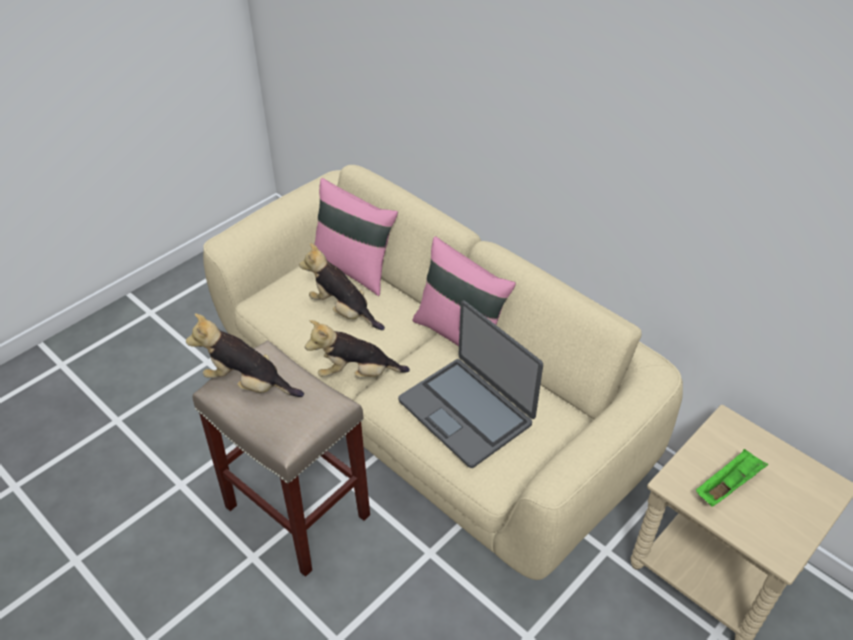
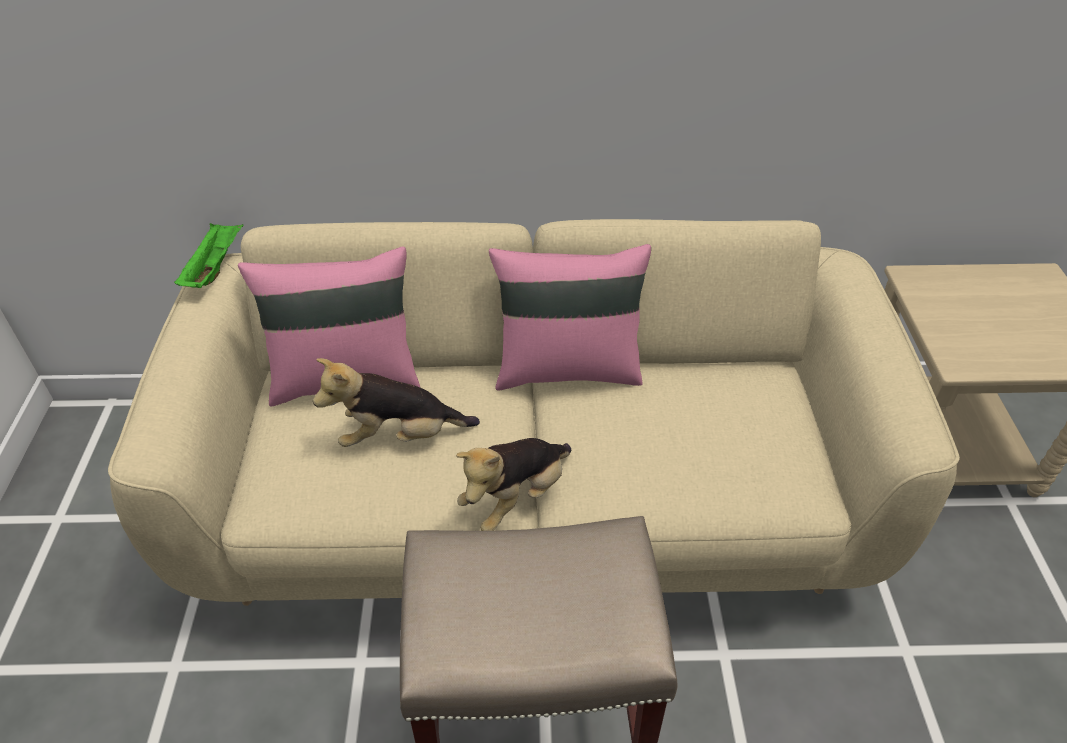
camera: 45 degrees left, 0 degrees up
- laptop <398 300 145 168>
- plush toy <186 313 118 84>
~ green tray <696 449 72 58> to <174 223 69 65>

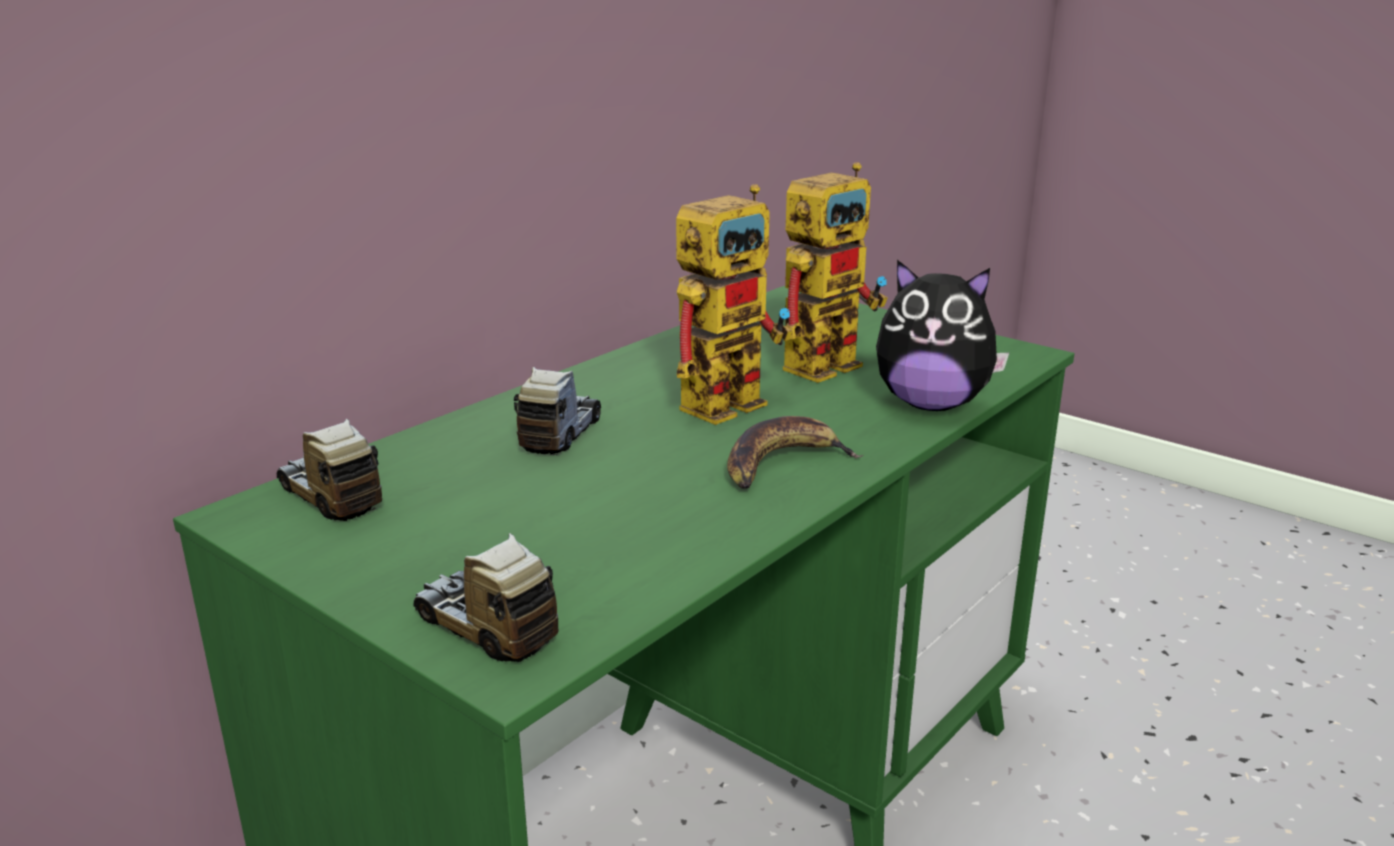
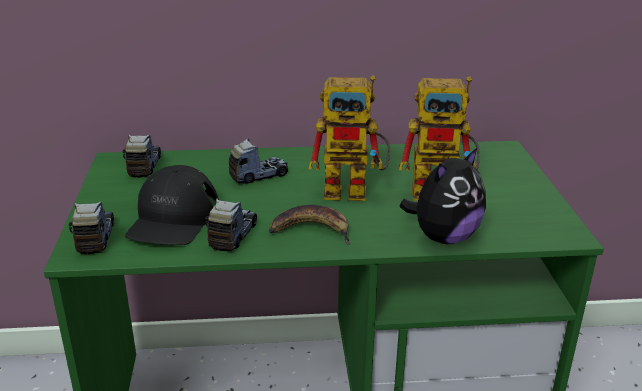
camera: 45 degrees right, 5 degrees up
~ plush toy <876 260 134 151> = <400 147 86 97> 105 degrees counterclockwise
+ black cap <125 165 94 80>
+ toy truck <206 198 51 54>

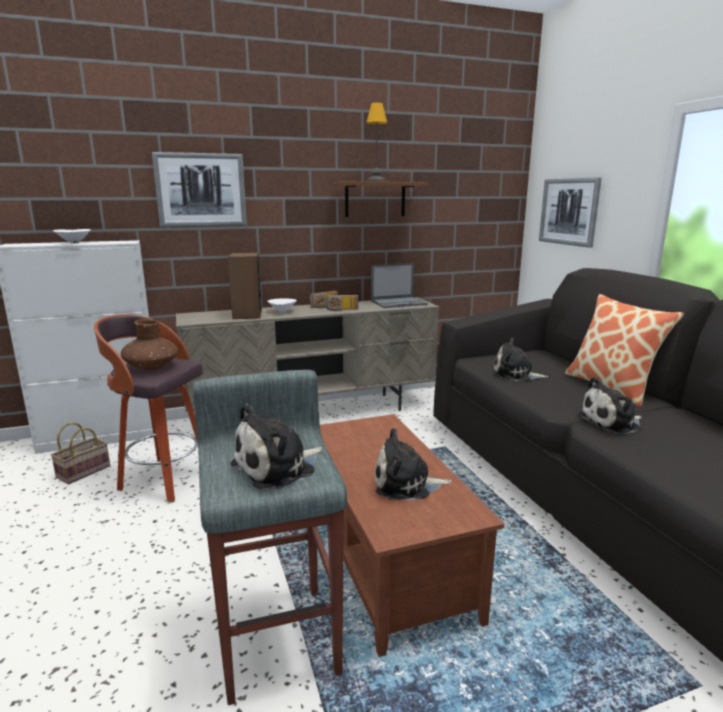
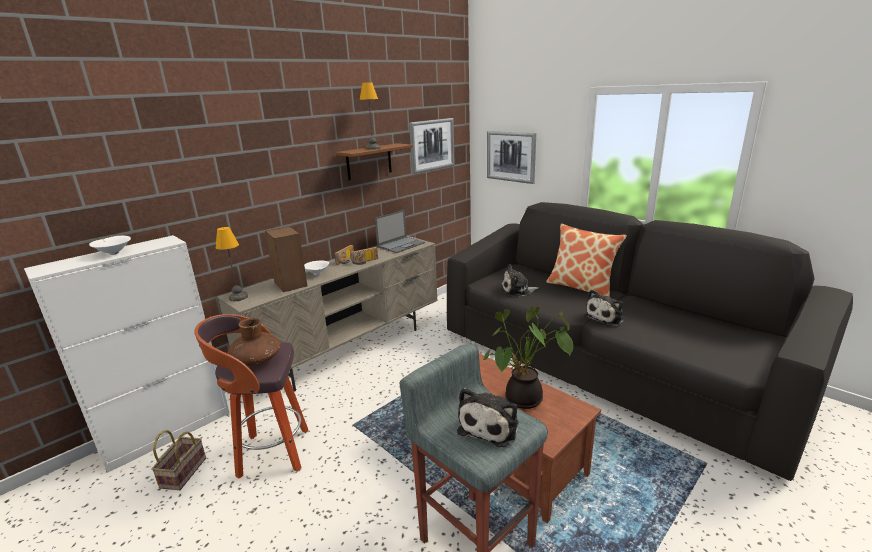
camera: 25 degrees left, 5 degrees up
~ picture <152 152 95 75> to <409 118 46 56>
~ plush toy <375 428 77 72> to potted plant <483 307 90 102>
+ table lamp <216 227 32 74>

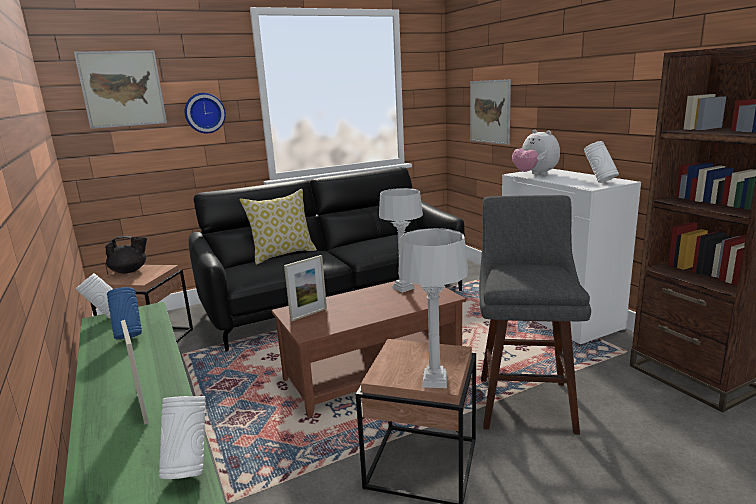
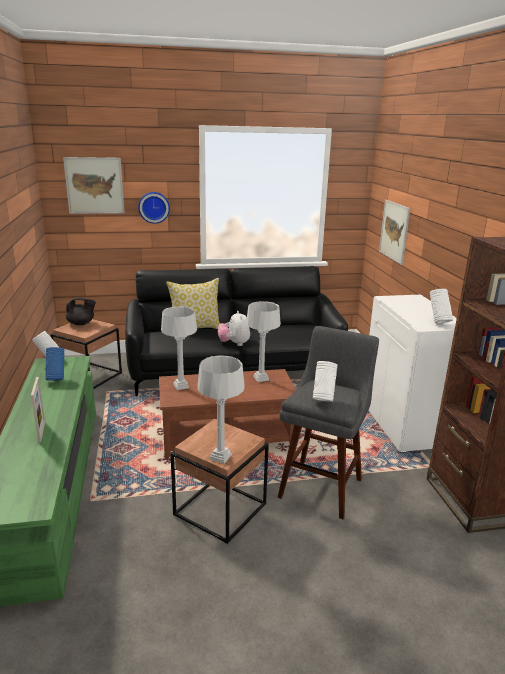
camera: 15 degrees right, 5 degrees up
~ plush toy <512 130 48 45> to <218 311 32 35>
~ picture frame <284 255 43 66> to grey table lamp <161 306 36 84>
~ white vase <159 396 47 83> to <313 361 24 41>

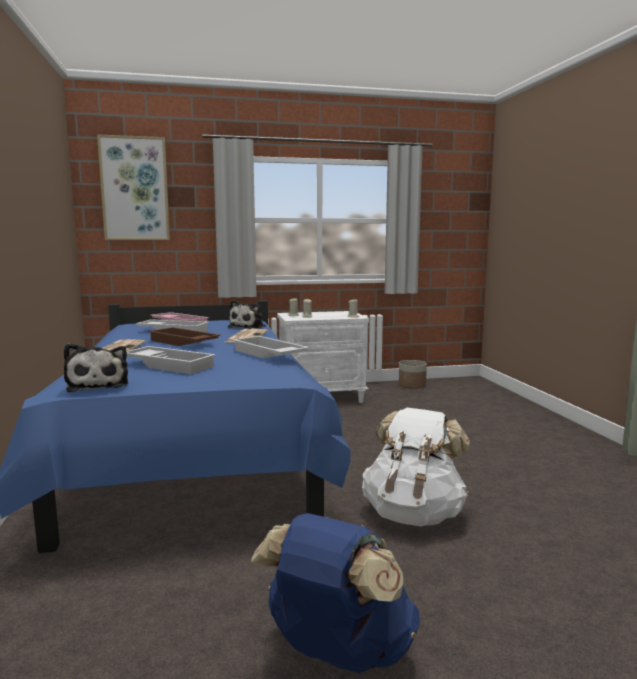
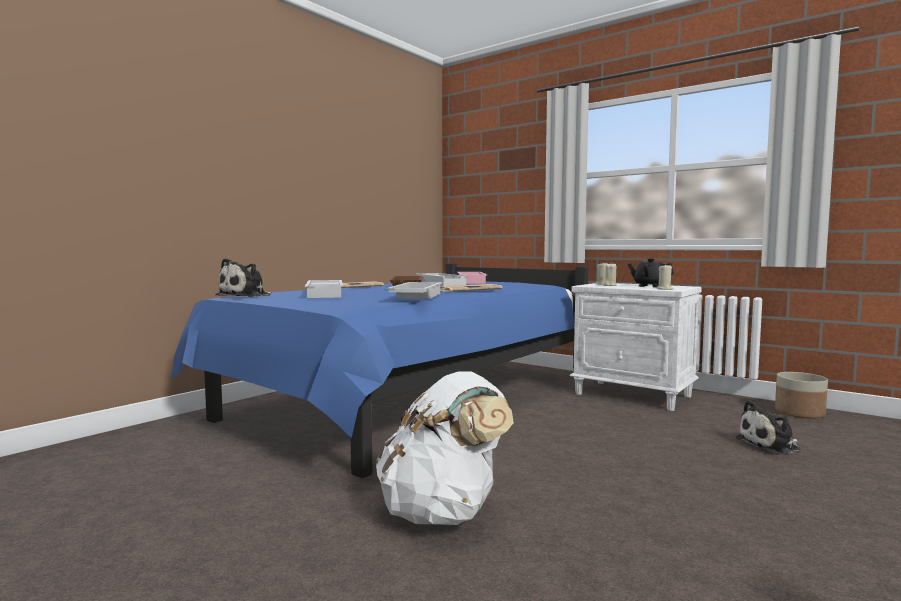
camera: 50 degrees right, 5 degrees down
- picture <97 134 73 106>
~ plush toy <228 300 38 29> to <736 400 64 54>
- blue backpack <251 513 169 160>
+ black teapot <627 258 47 29>

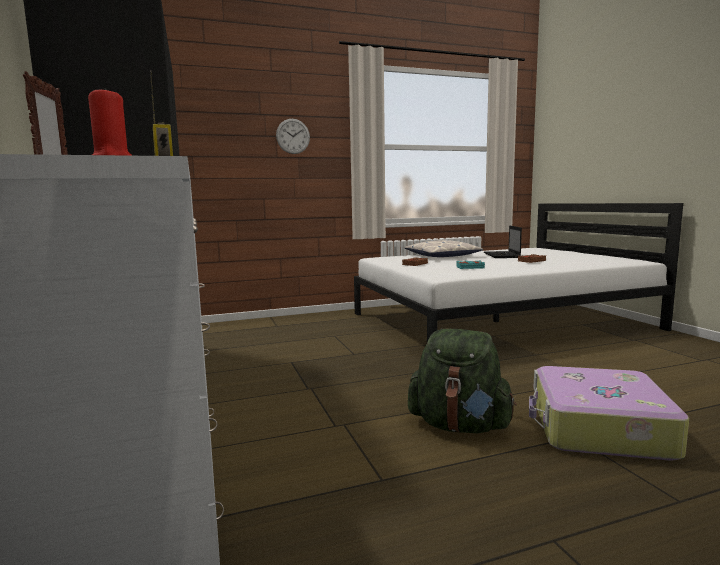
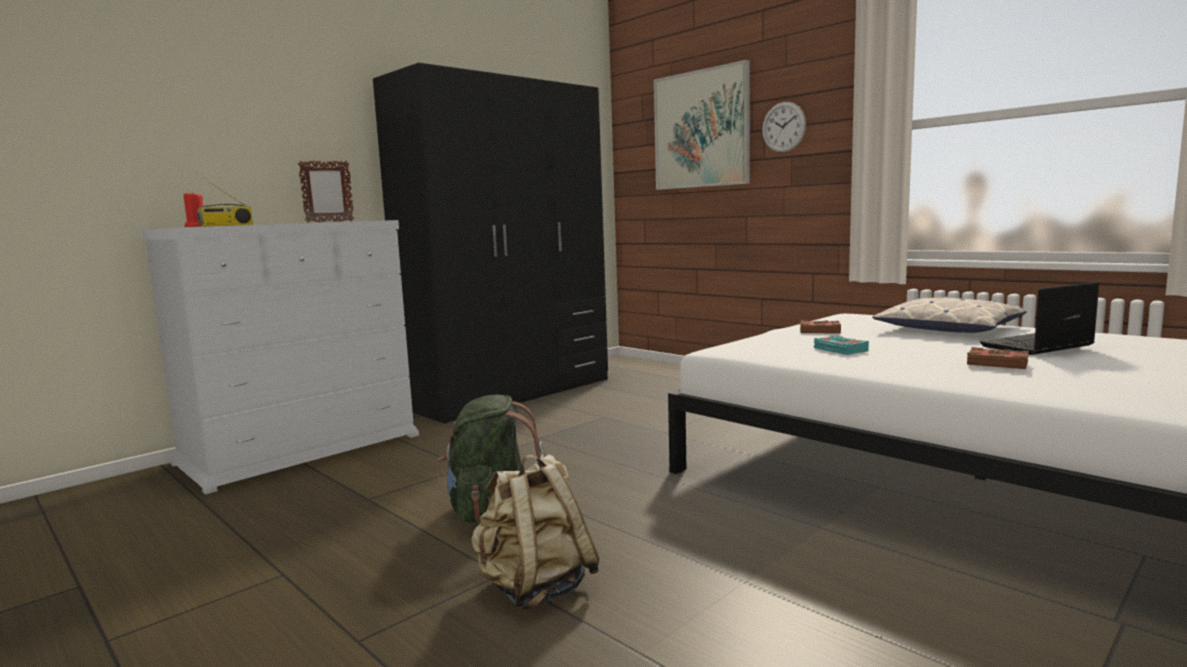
camera: 65 degrees right, 0 degrees up
~ suitcase <529 366 160 94> to beige backpack <471 454 128 157>
+ picture <654 60 96 130>

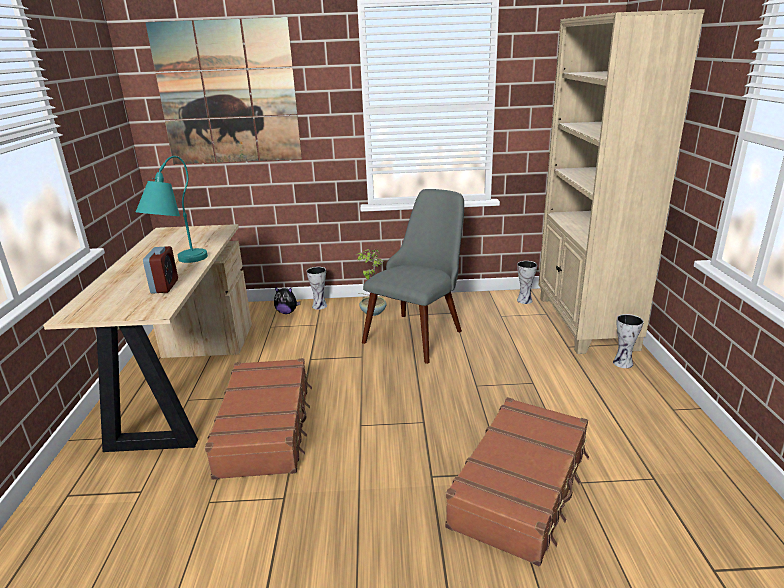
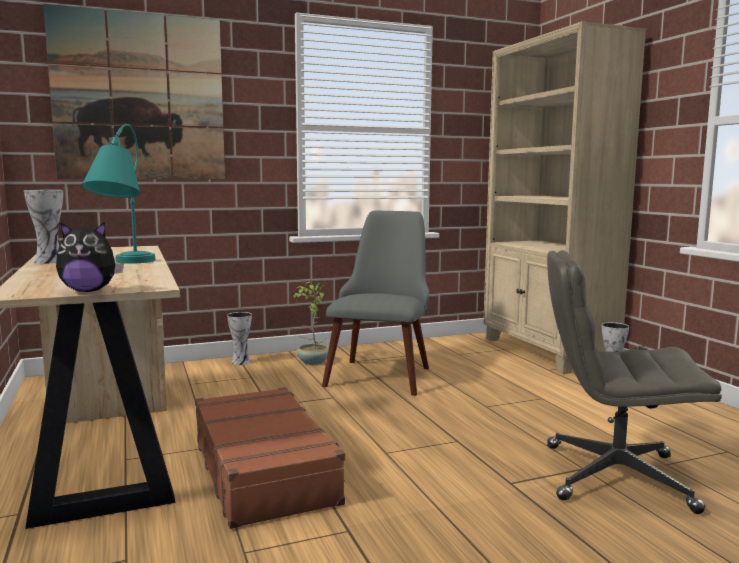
camera: 20 degrees left, 15 degrees down
- alarm clock <143 246 35 48>
~ vase <517 261 20 43> to <24 190 39 74>
~ plush toy <274 287 26 27> to <56 222 68 70>
~ brown suitcase <445 397 144 169> to grey office chair <547 250 175 264>

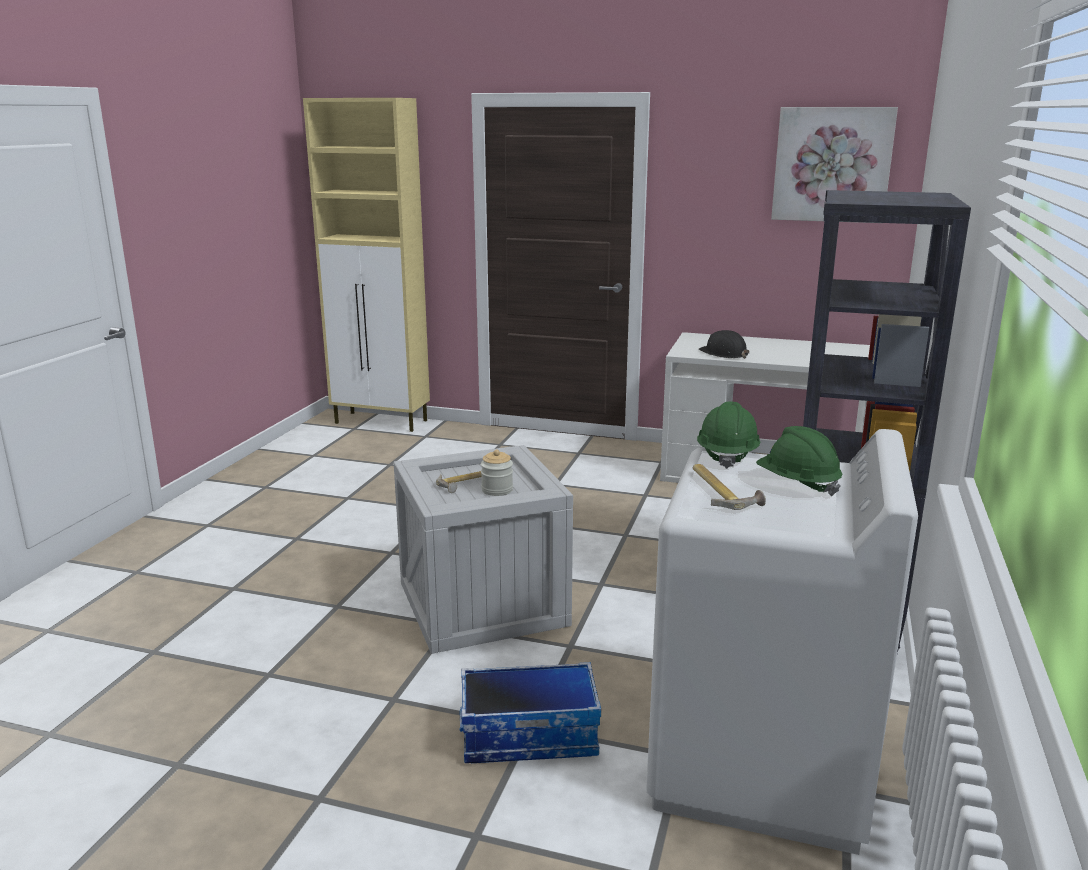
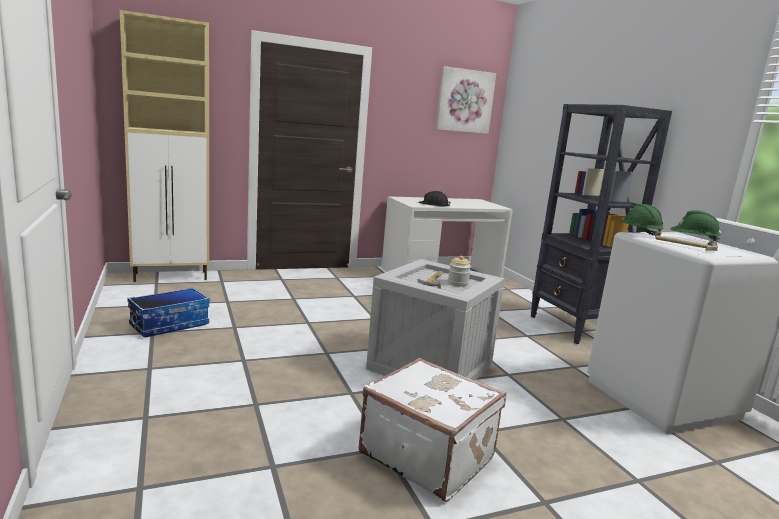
camera: 40 degrees left, 5 degrees down
~ storage box <460 662 141 101> to <127 288 83 49>
+ white suitcase <358 358 148 144>

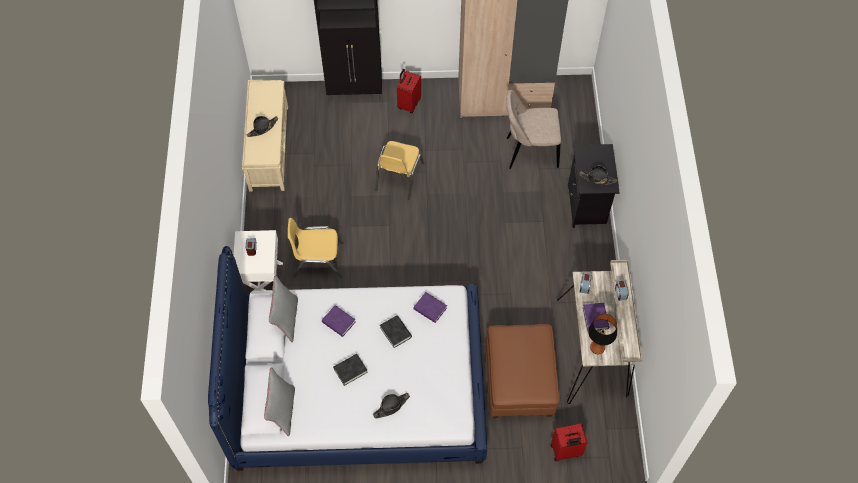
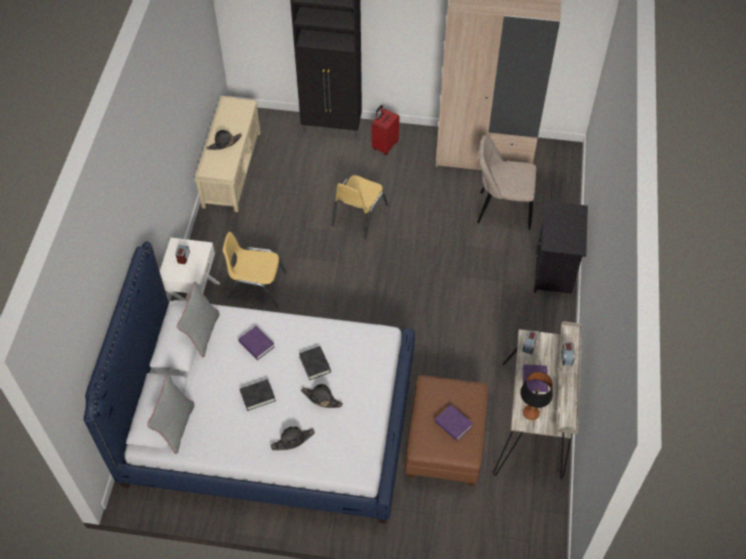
camera: 10 degrees right, 5 degrees down
~ black hat <579 165 38 20> to <301 384 42 24>
~ purple book <414 292 33 31> to <435 405 38 36>
- red suitcase <551 424 37 37>

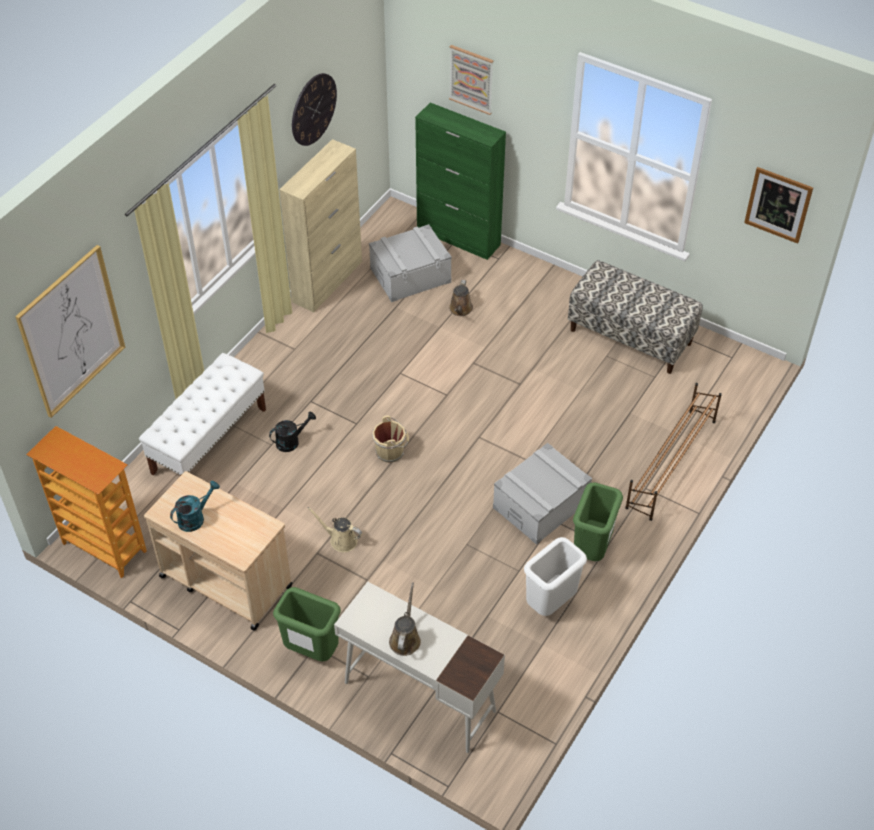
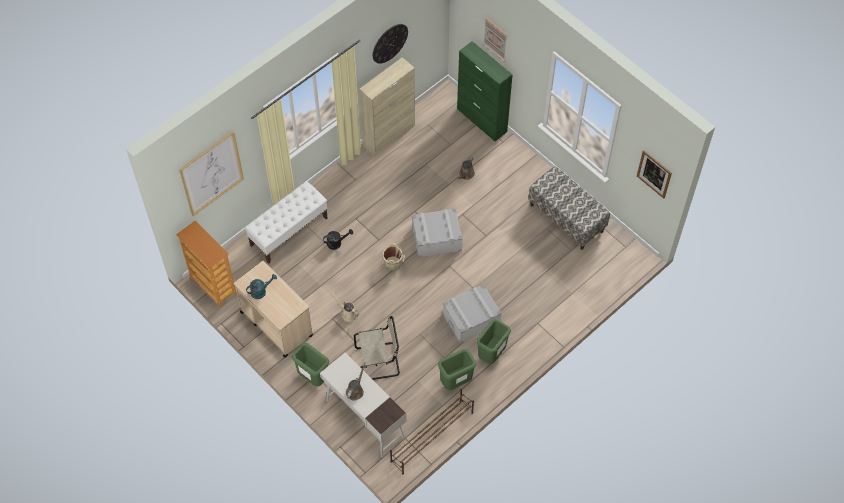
camera: 15 degrees right, 10 degrees up
~ grey storage box <369 224 83 78> to <412 208 51 50>
~ brown shoe rack <625 383 97 138> to <390 389 84 85>
~ white trash can <524 537 63 79> to green trash can <438 349 38 41>
+ beige chair <354 316 46 64>

